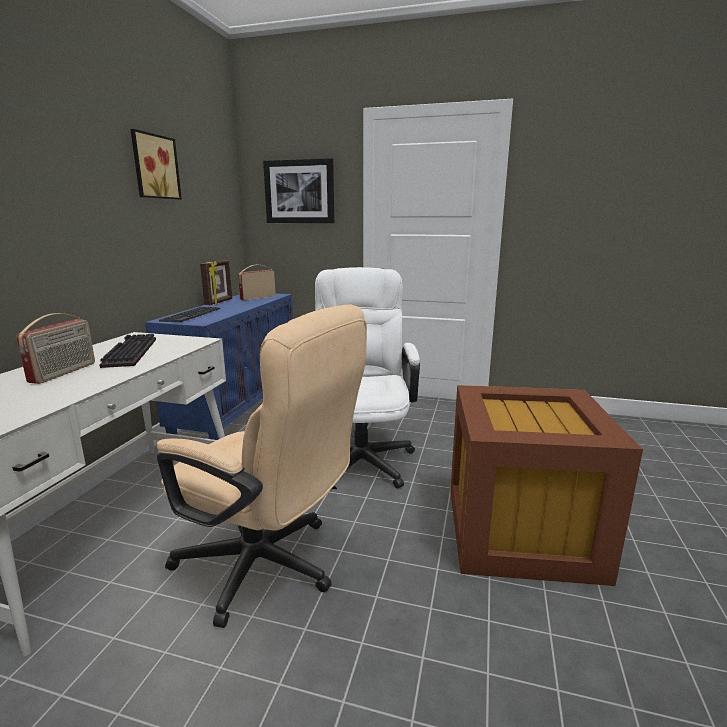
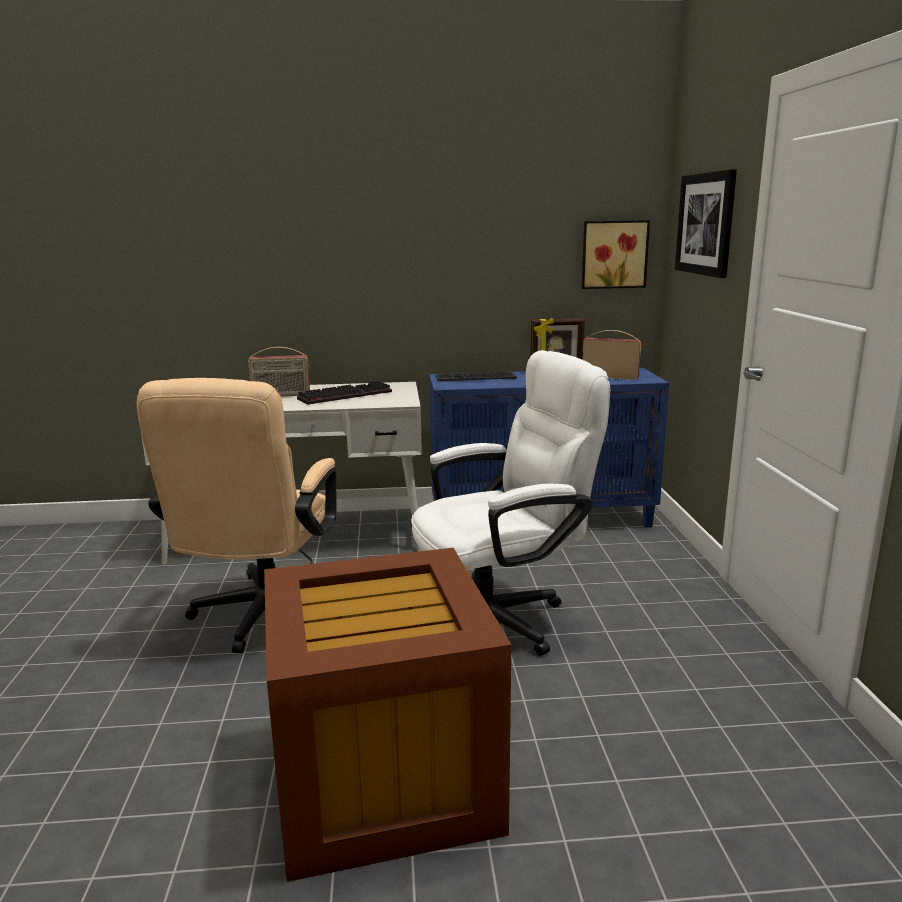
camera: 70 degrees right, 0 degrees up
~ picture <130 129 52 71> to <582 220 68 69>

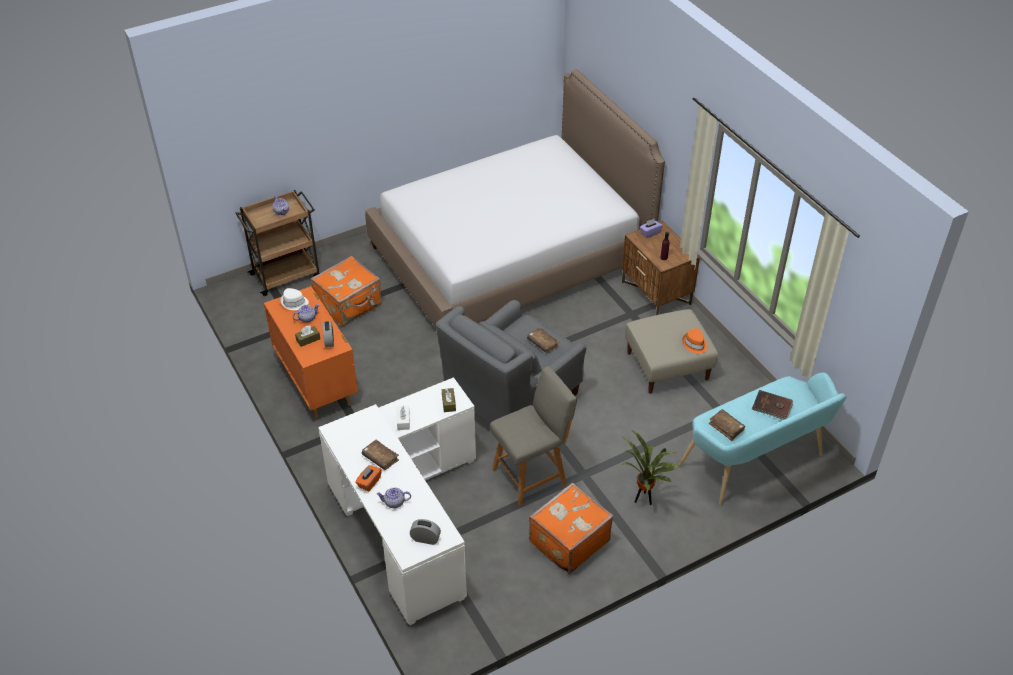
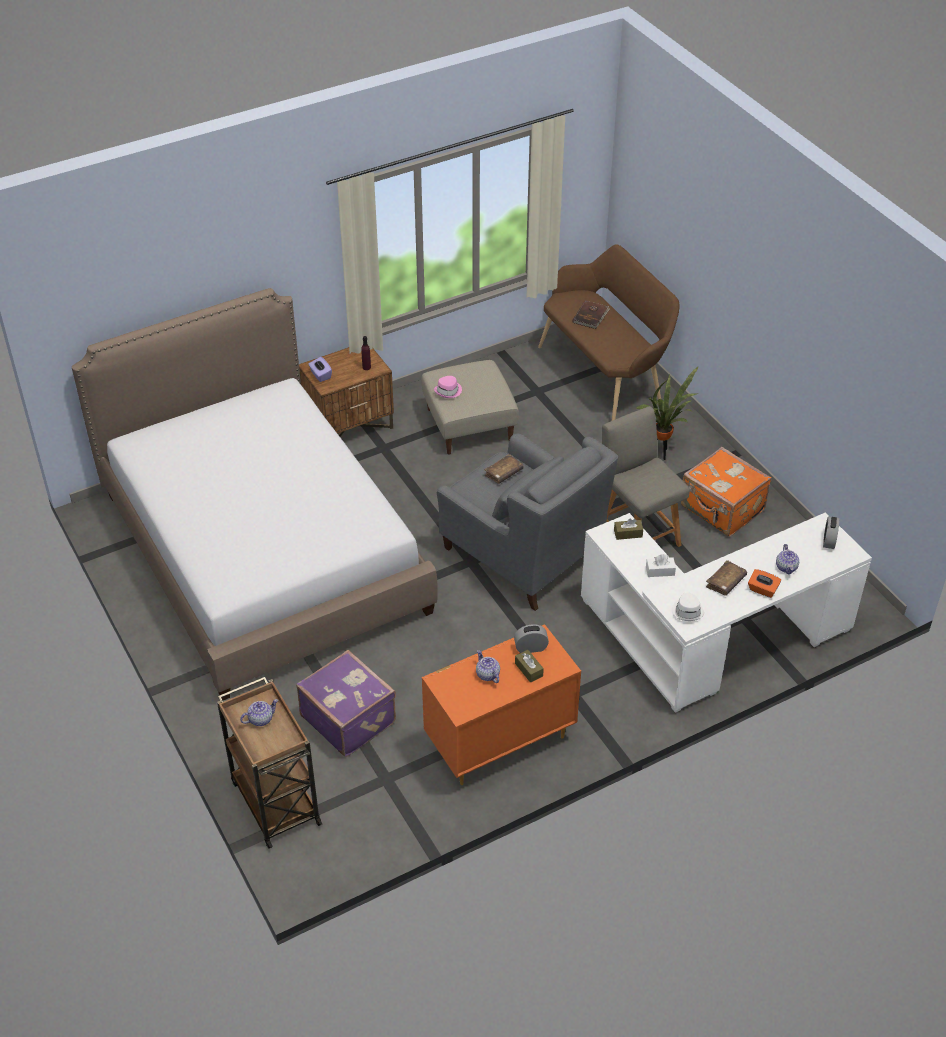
camera: 90 degrees left, 0 degrees up
~ orange suitcase <311 256 71 71> to purple suitcase <296 650 100 107>
~ white hat <280 288 29 22> to <672 592 32 29>
- orange hat <682 328 25 26>
~ turquoise bench <679 372 167 133> to brown bench <538 244 141 177>
- brown book <709 409 36 32>
+ pink hat <434 376 28 22>

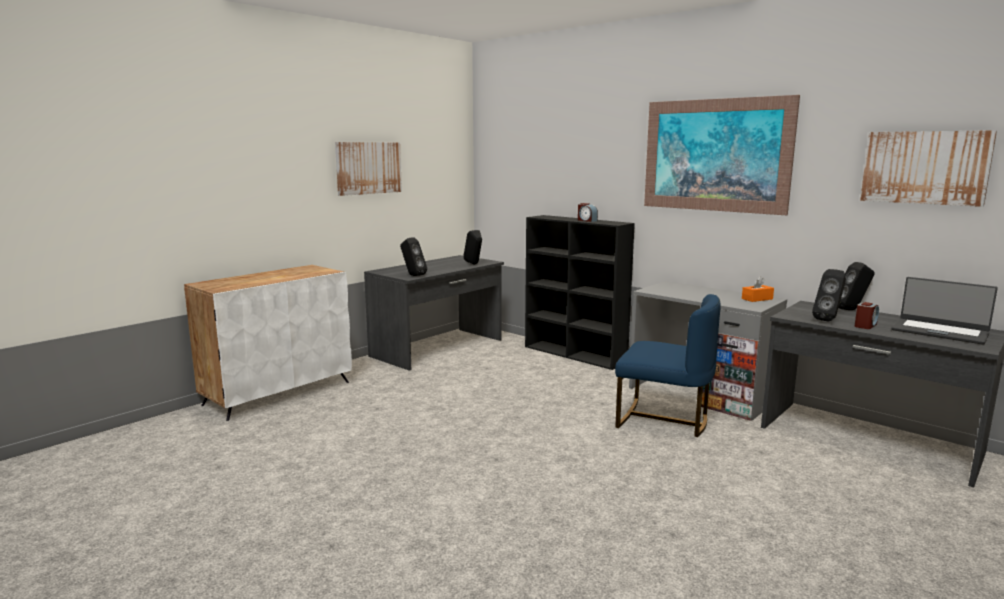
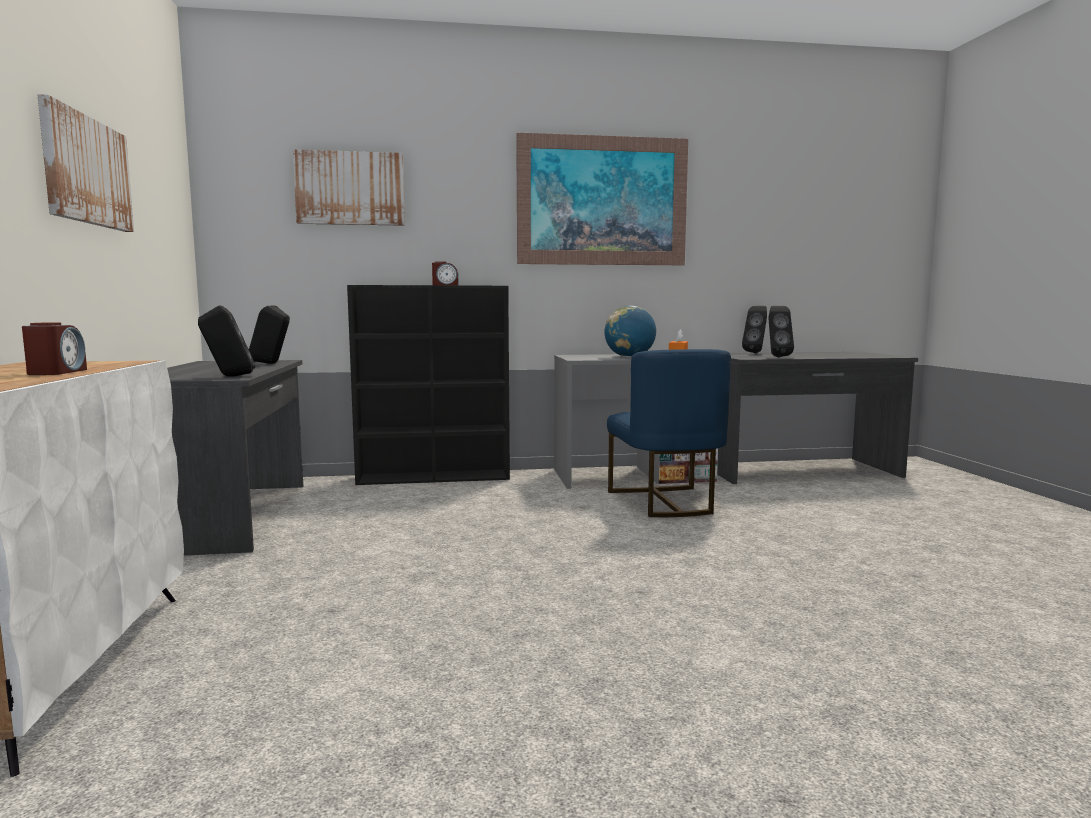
camera: 50 degrees left, 5 degrees down
~ picture <860 130 137 77> to <293 149 112 77>
- laptop <892 277 106 68>
~ blue chair <615 294 106 143> = <607 349 124 168> 105 degrees clockwise
~ alarm clock <855 302 24 27> to <22 322 65 53>
+ globe <604 306 52 52>

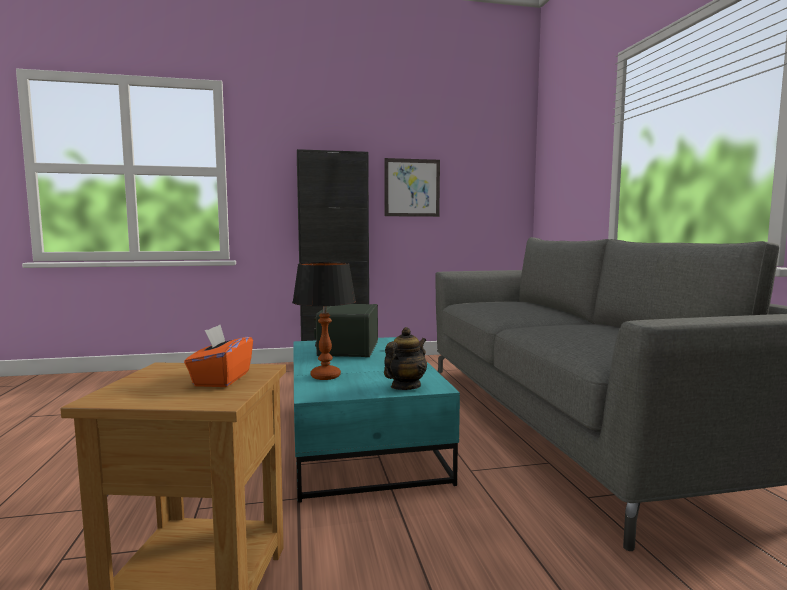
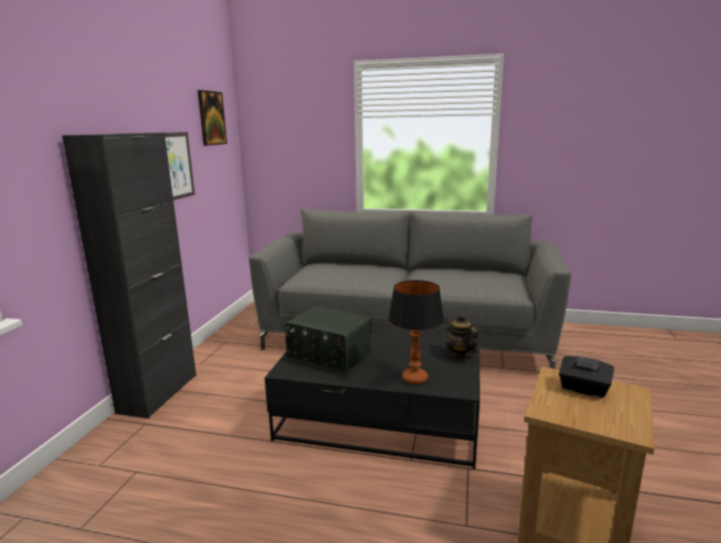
camera: 65 degrees left, 10 degrees up
~ orange tissue box <184 325 69 62> to black tissue box <559 355 55 43>
~ turquoise coffee table <293 337 167 166> to black coffee table <265 334 215 135>
+ picture <198 90 29 56>

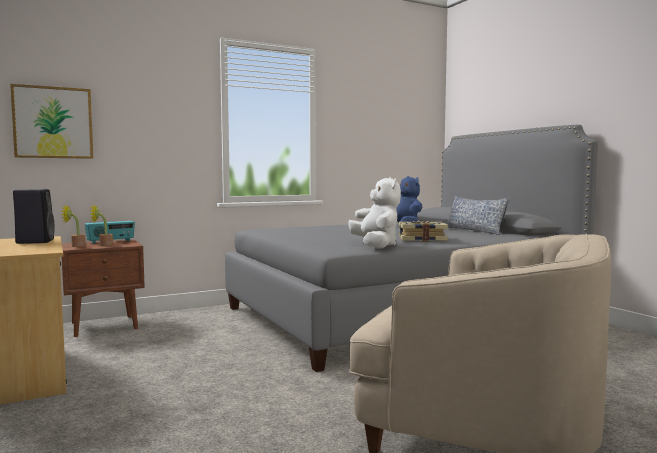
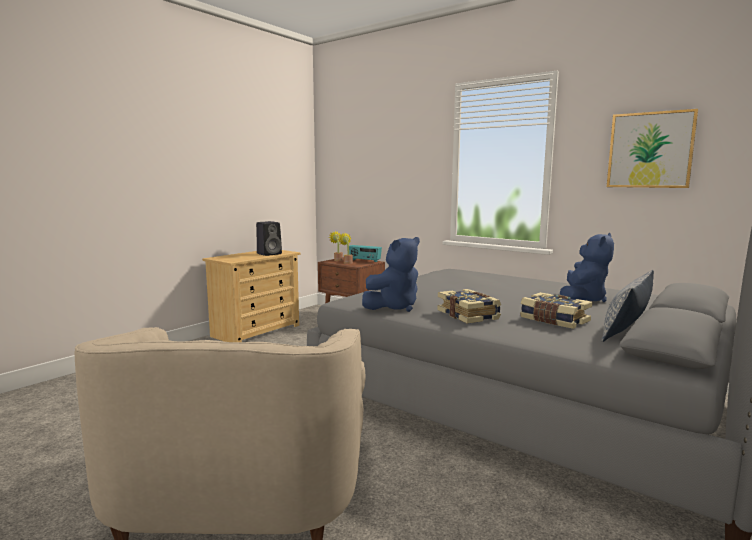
camera: 65 degrees right, 5 degrees up
~ picture <10 84 83 75> to <607 109 92 79>
~ white plush toy <348 177 53 72> to blue plush toy <362 237 58 75>
+ book <520 292 72 37>

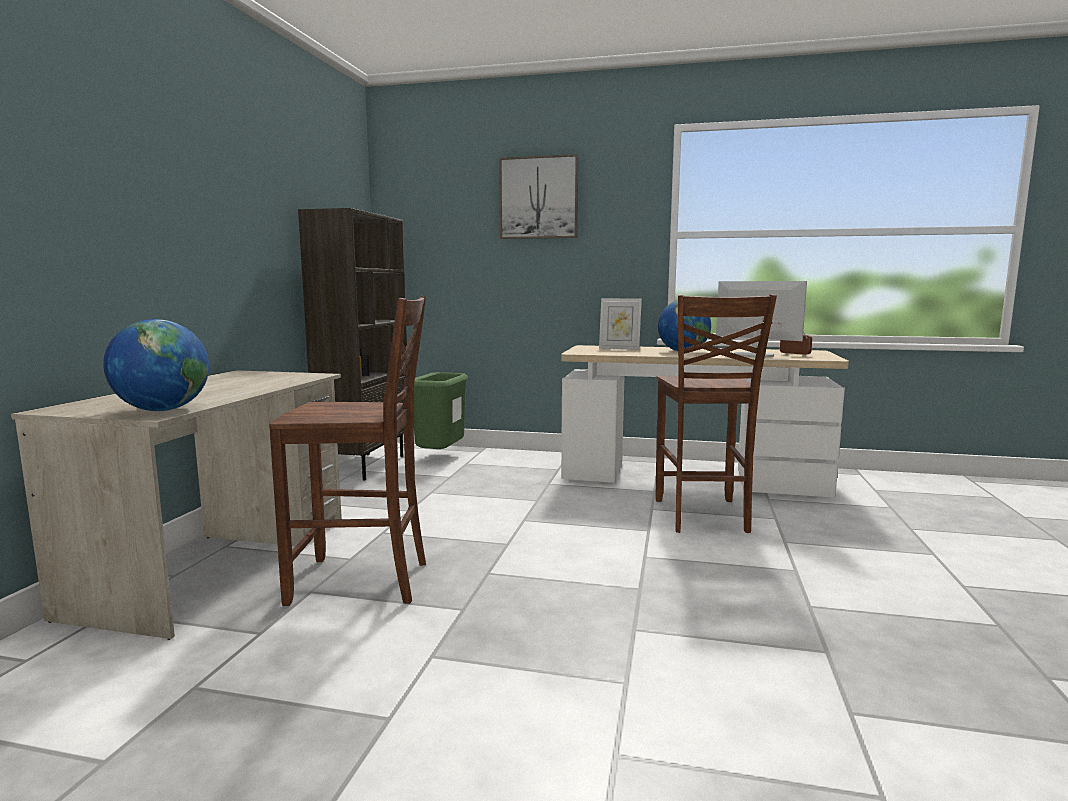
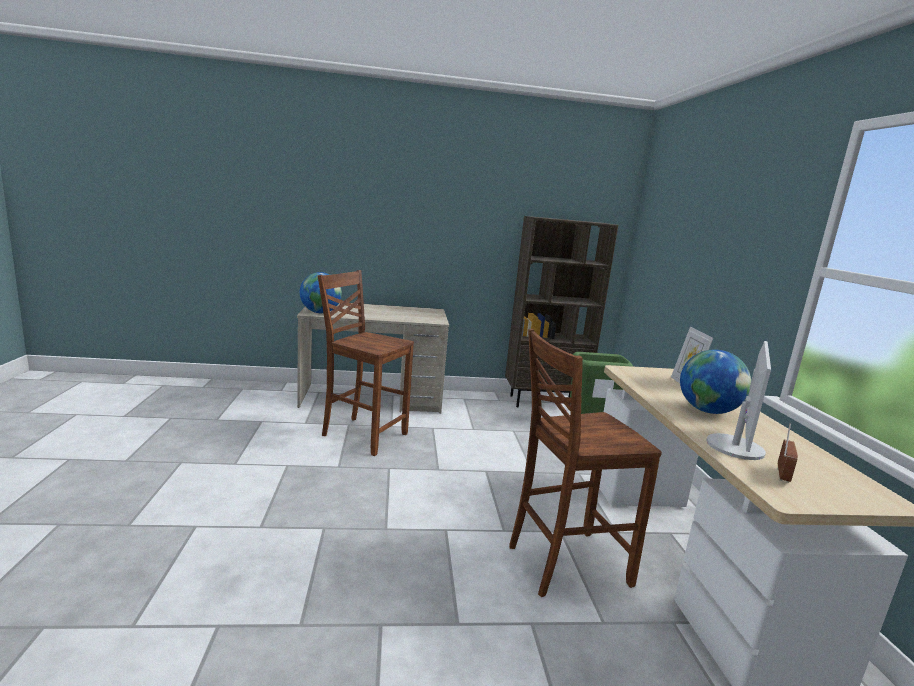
camera: 70 degrees right, 5 degrees up
- picture <499 154 79 85>
~ brown chair <269 296 157 310> = <318 270 96 186> 135 degrees clockwise

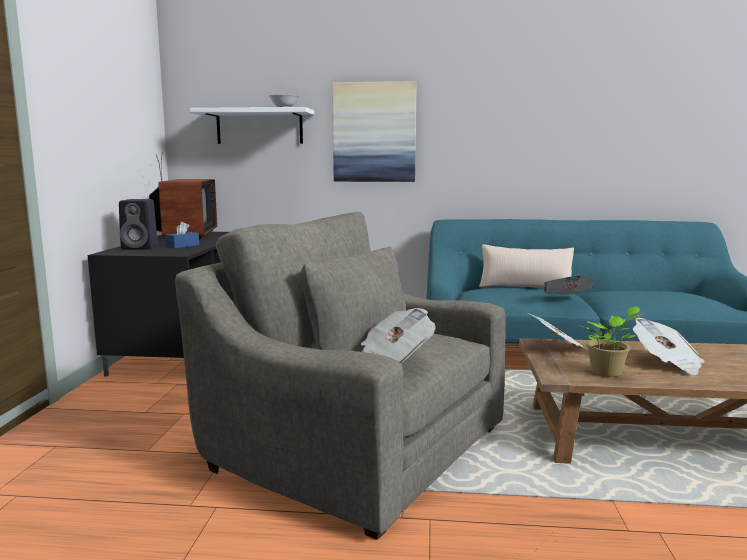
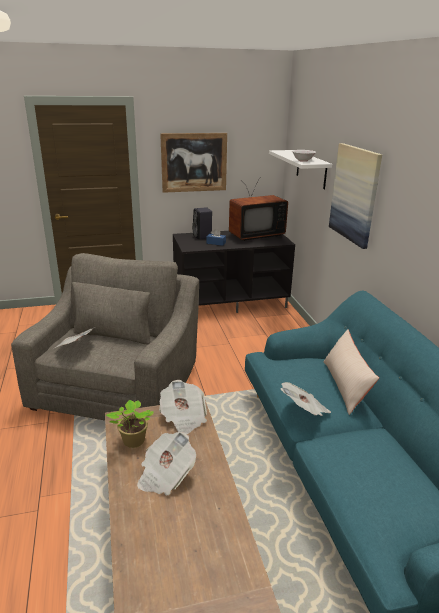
camera: 70 degrees right, 15 degrees up
+ picture <160 133 67 60>

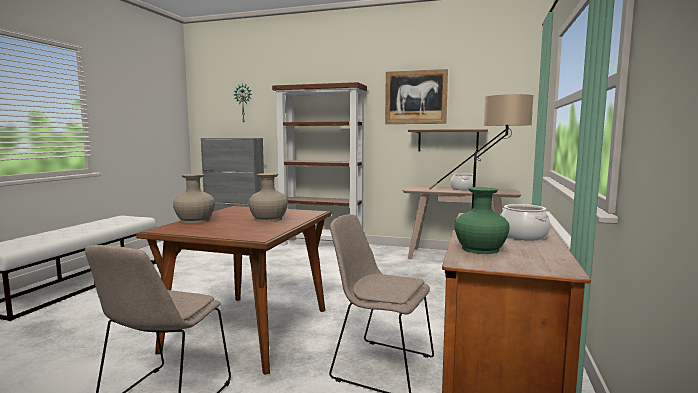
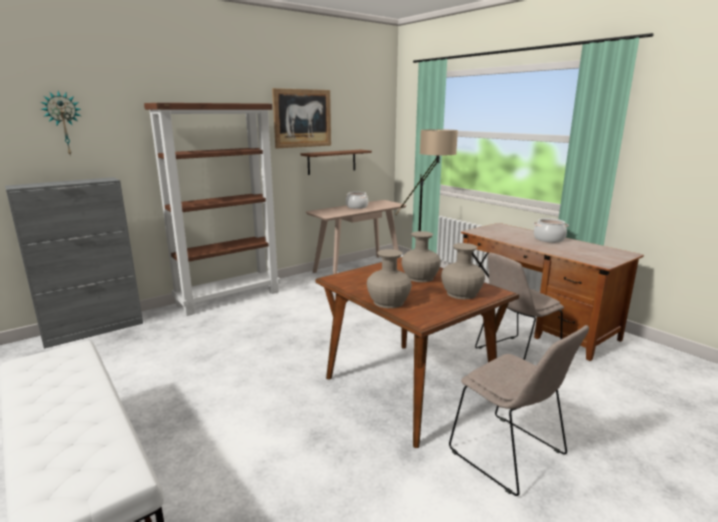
camera: 55 degrees left, 10 degrees up
- green vase <454 187 56 67>
+ beige vase <441 243 44 56>

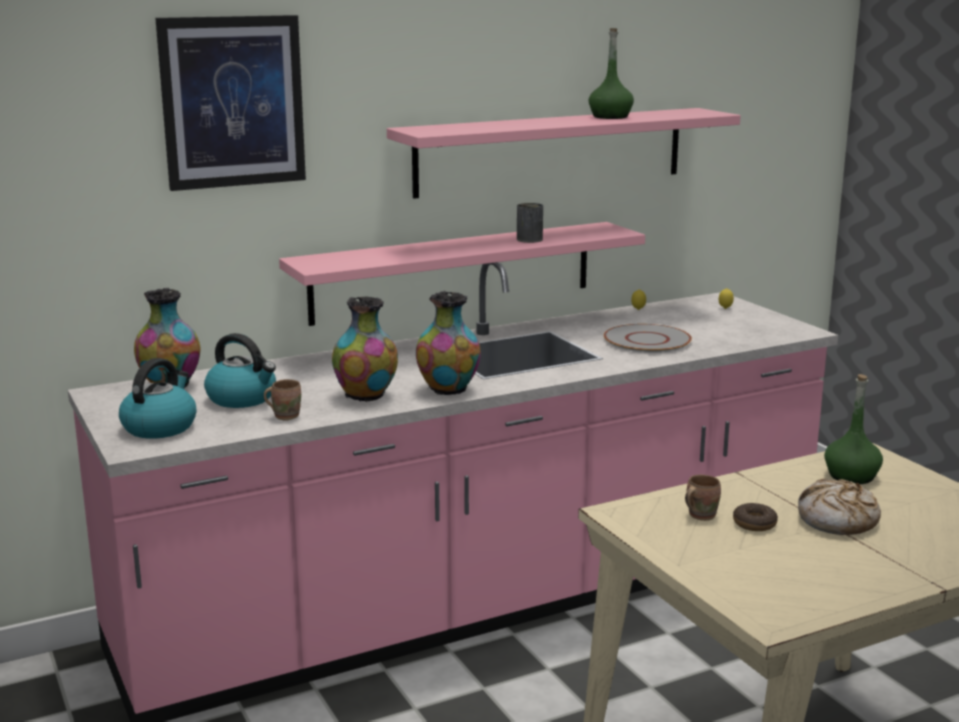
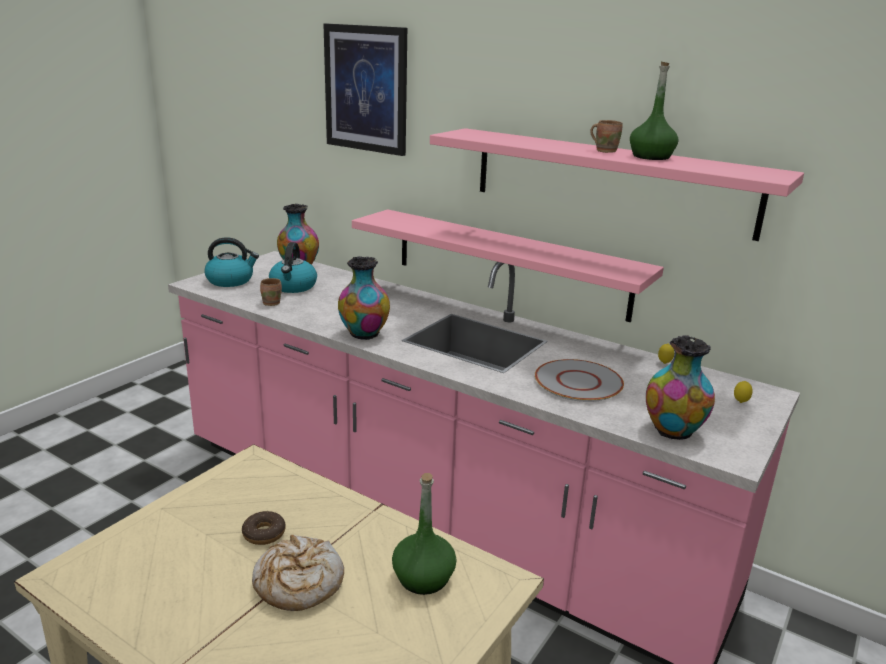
camera: 60 degrees right, 5 degrees up
- can <517 203 26 40>
~ vase <332 296 66 106> to <646 335 69 105>
~ brown mug <685 475 36 46> to <590 120 33 33>

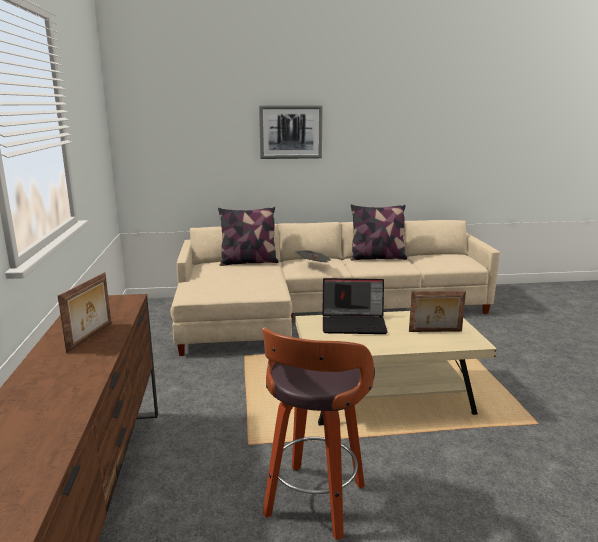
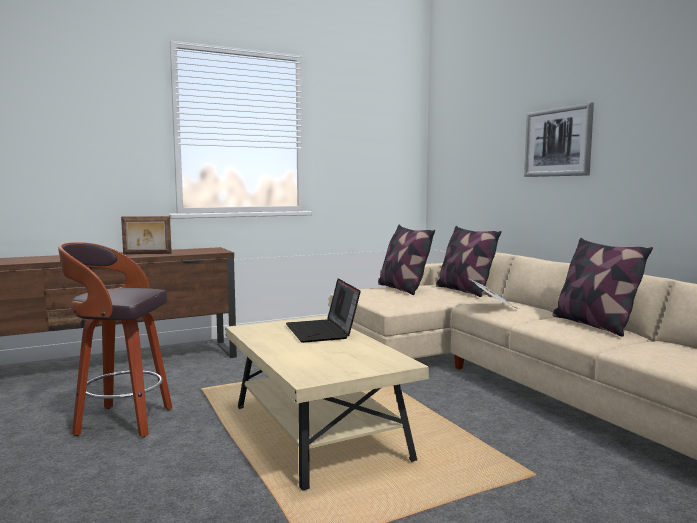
camera: 70 degrees right, 10 degrees down
- picture frame <409 291 57 41>
+ pillow <378 225 57 70>

